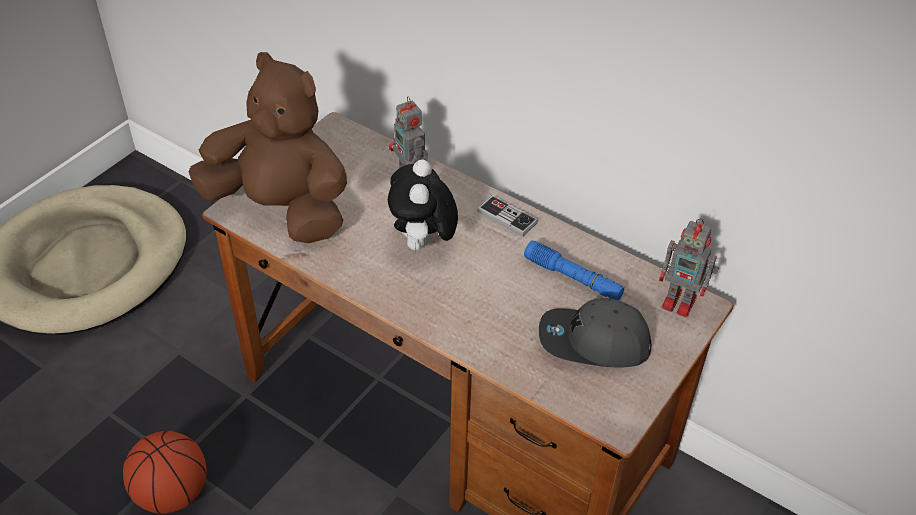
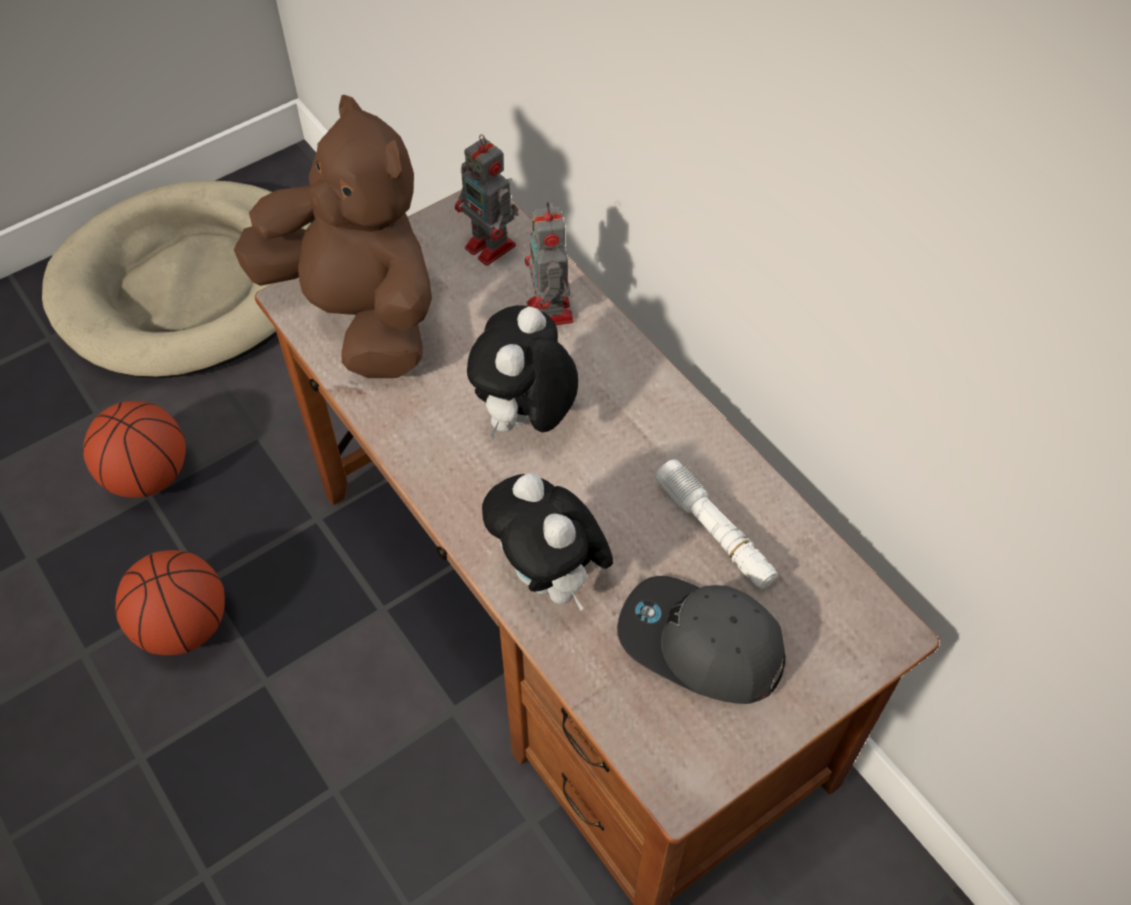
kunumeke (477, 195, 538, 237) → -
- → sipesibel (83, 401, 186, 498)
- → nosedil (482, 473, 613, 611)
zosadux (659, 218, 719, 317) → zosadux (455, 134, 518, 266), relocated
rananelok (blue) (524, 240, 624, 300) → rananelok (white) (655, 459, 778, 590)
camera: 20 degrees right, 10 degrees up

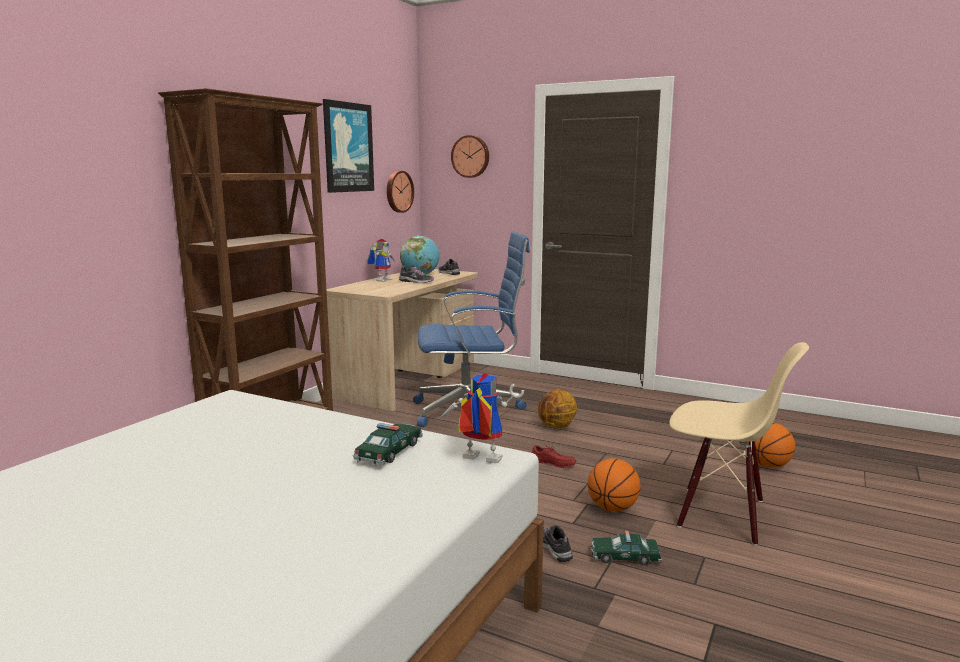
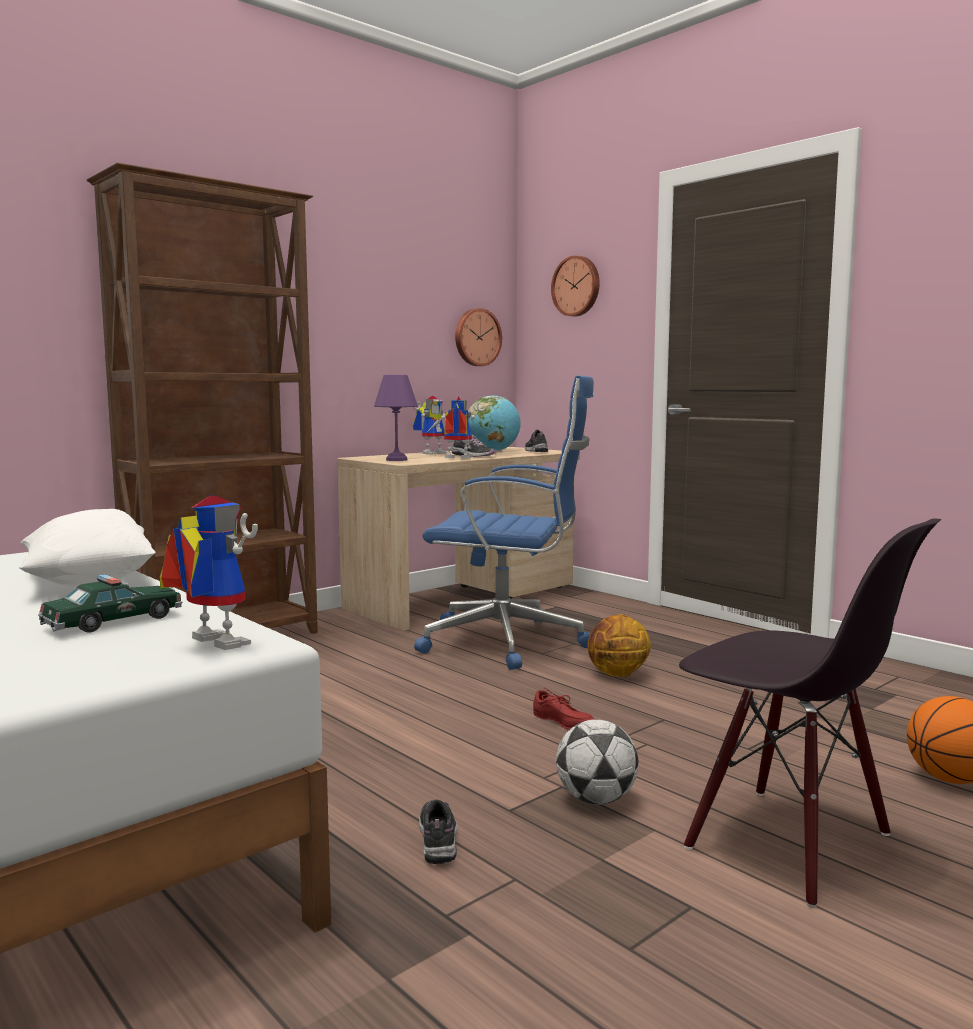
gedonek (323, 99, 374, 193) → -
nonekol (591, 530, 662, 565) → -
- → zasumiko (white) (19, 509, 156, 586)
- → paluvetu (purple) (374, 375, 418, 461)
- → zosadux (426, 396, 487, 458)
sipesibel (588, 458, 641, 512) → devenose (556, 719, 638, 805)
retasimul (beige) (669, 342, 809, 546) → retasimul (black) (679, 519, 941, 908)
camera: 20 degrees right, 5 degrees down

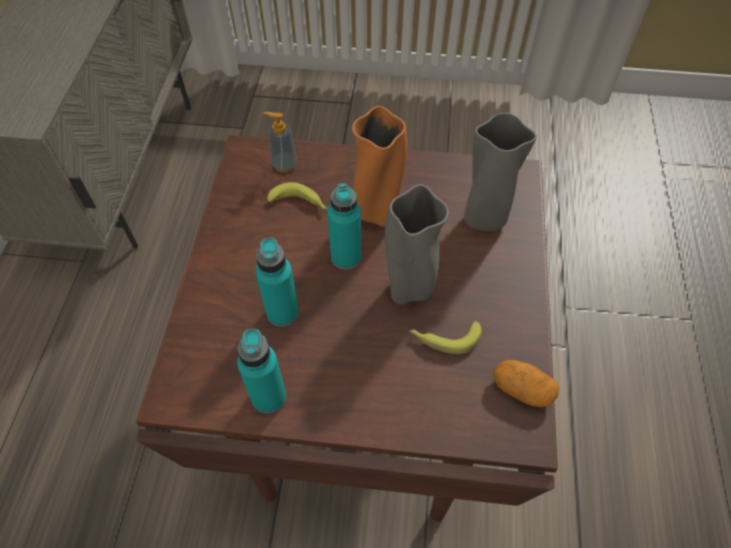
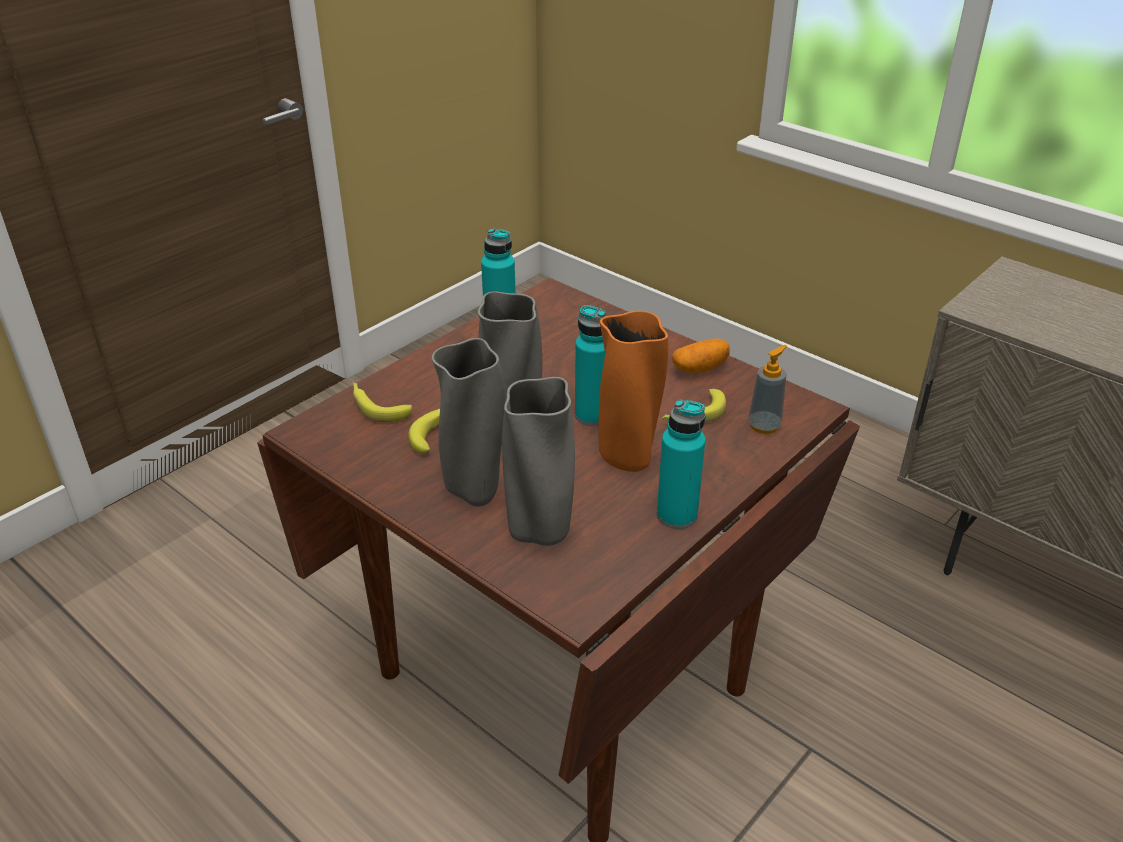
- → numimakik (352, 383, 412, 422)
- → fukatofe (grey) (432, 338, 505, 507)
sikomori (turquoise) (255, 238, 299, 327) → sikomori (turquoise) (657, 399, 705, 529), relocated
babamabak (493, 360, 560, 408) → babamabak (672, 338, 730, 373), relocated
camera: 125 degrees right, 20 degrees down

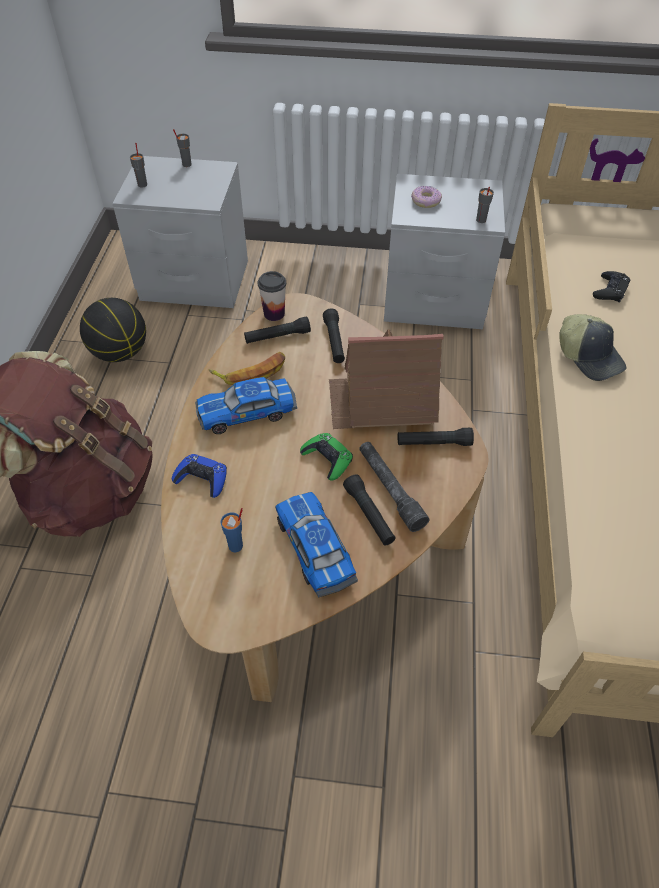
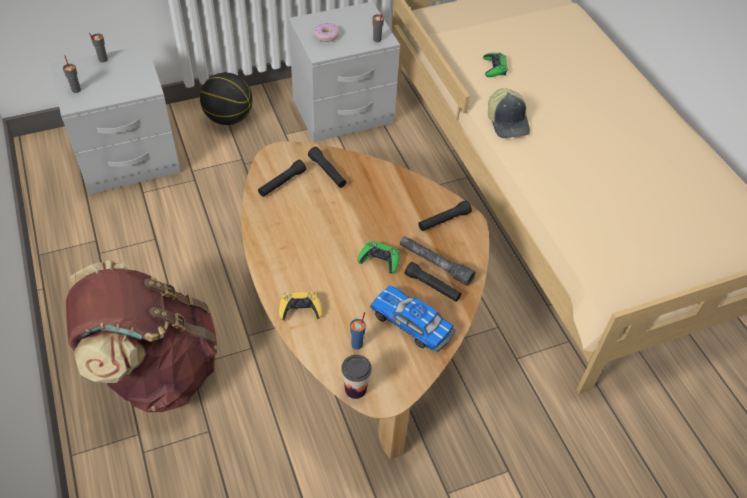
nonekol (195, 377, 297, 434) → -
numimakik (208, 352, 285, 385) → -
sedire (329, 329, 444, 429) → -
sipesibel (80, 298, 146, 362) → sipesibel (200, 72, 252, 125), relocated
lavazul (258, 271, 286, 321) → lavazul (341, 355, 372, 399), relocated
kunumeke (blue) (172, 454, 227, 498) → kunumeke (yellow) (279, 292, 322, 321)
kunumeke (black) (593, 271, 630, 303) → kunumeke (green) (483, 53, 508, 77)
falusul (559, 314, 627, 381) → falusul (488, 88, 530, 138), 45 degrees clockwise
camera: 30 degrees left, 0 degrees up

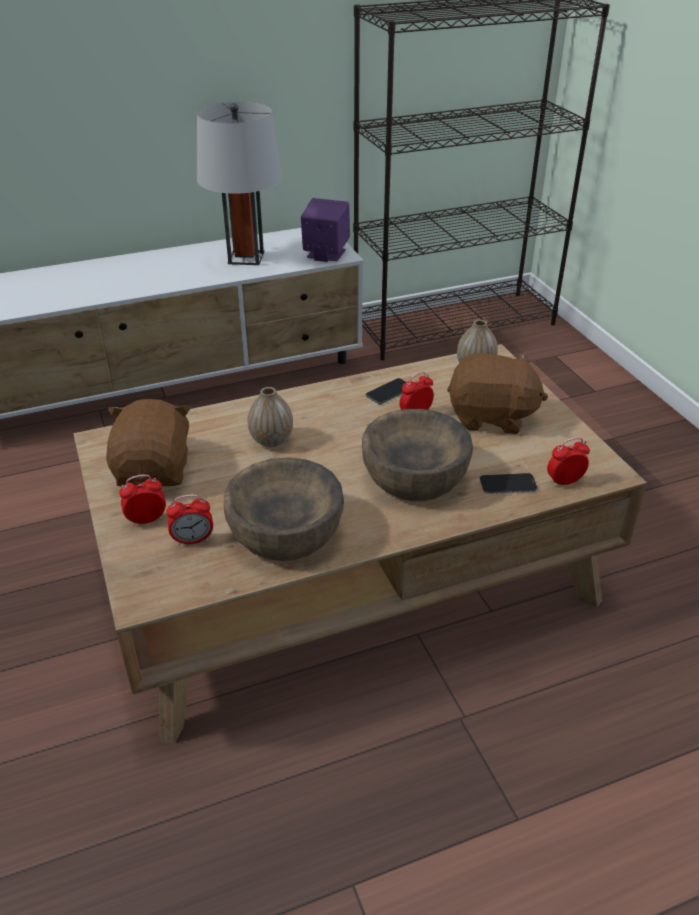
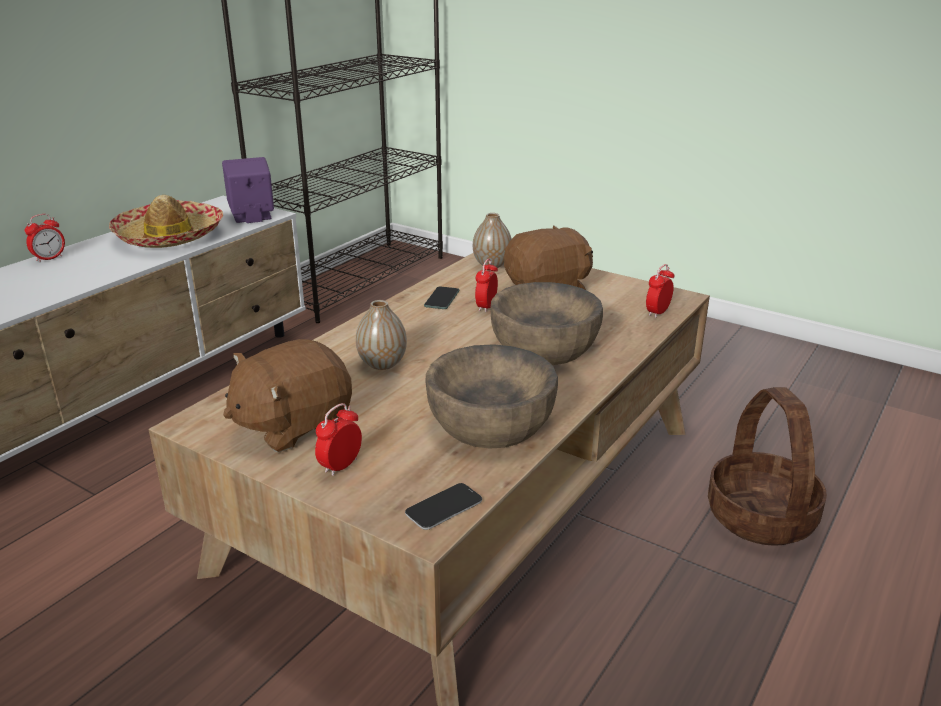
- → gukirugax (708, 387, 827, 546)
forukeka (166, 494, 213, 546) → forukeka (25, 214, 65, 263), relocated
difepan (480, 473, 537, 494) → difepan (405, 483, 482, 530), relocated
paluvetu (grey) (197, 102, 282, 265) → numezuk (109, 195, 223, 248)
nosedil (brown) (106, 399, 191, 487) → nosedil (brown) (223, 339, 352, 452), 90 degrees counterclockwise
camera: 35 degrees left, 10 degrees down

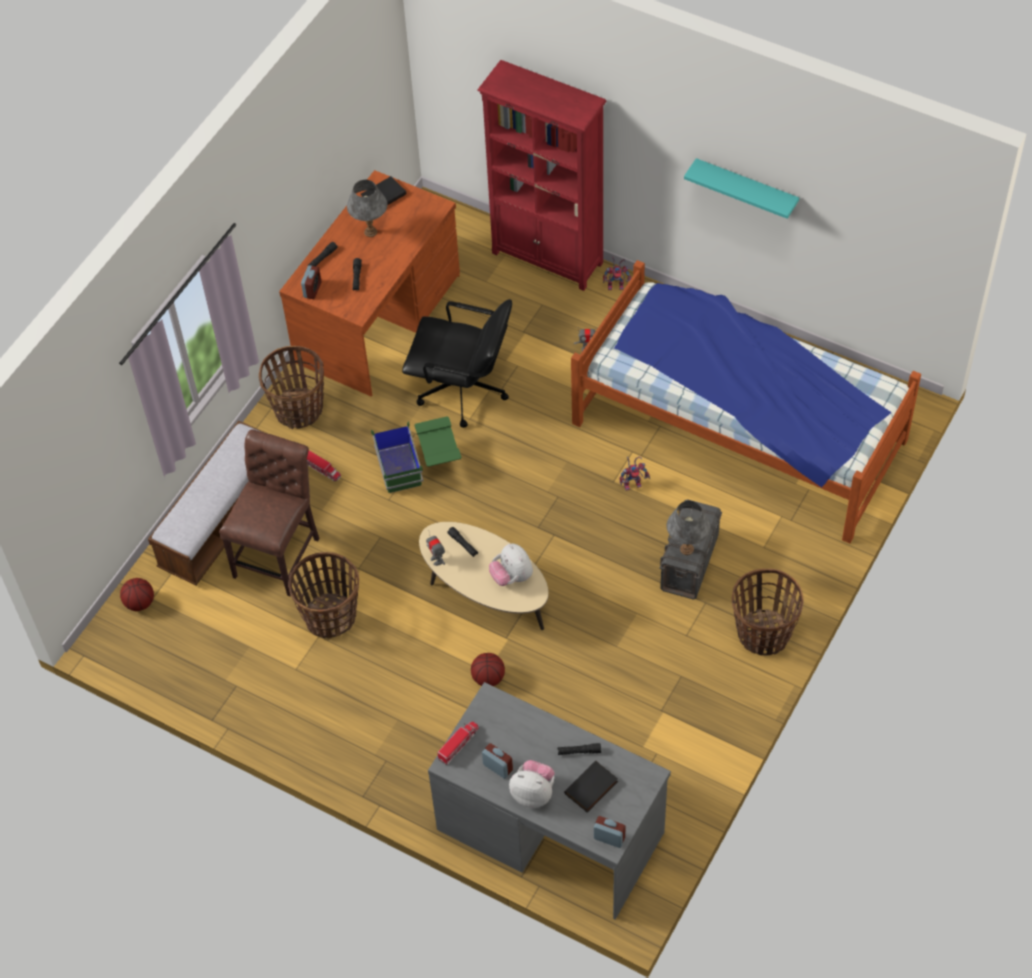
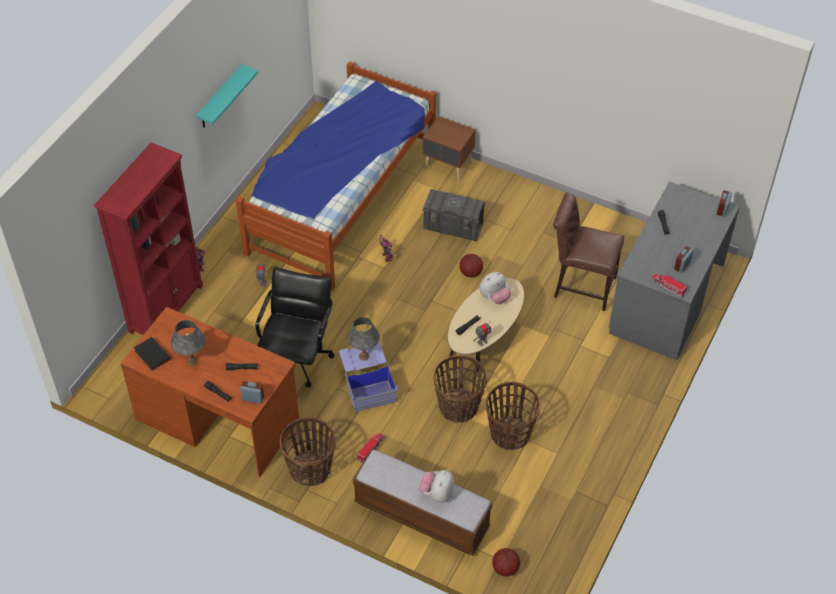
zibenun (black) (564, 760, 618, 813) → -
- → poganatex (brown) (422, 116, 476, 181)
retasimul (brown) (219, 429, 320, 596) → retasimul (brown) (553, 192, 624, 311), relocated
sipesibel (471, 653, 505, 686) → sipesibel (459, 254, 483, 277), relocated
nosedil (509, 760, 555, 808) → nosedil (419, 470, 454, 503), relocated
paluvetu (grey) (667, 501, 710, 555) → paluvetu (grey) (347, 317, 380, 361), relocated
gukirugax (732, 569, 804, 656) → gukirugax (433, 355, 487, 423), relocated
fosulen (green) (371, 416, 461, 493) → fosulen (blue) (339, 342, 398, 412)
camera: 95 degrees left, 5 degrees down

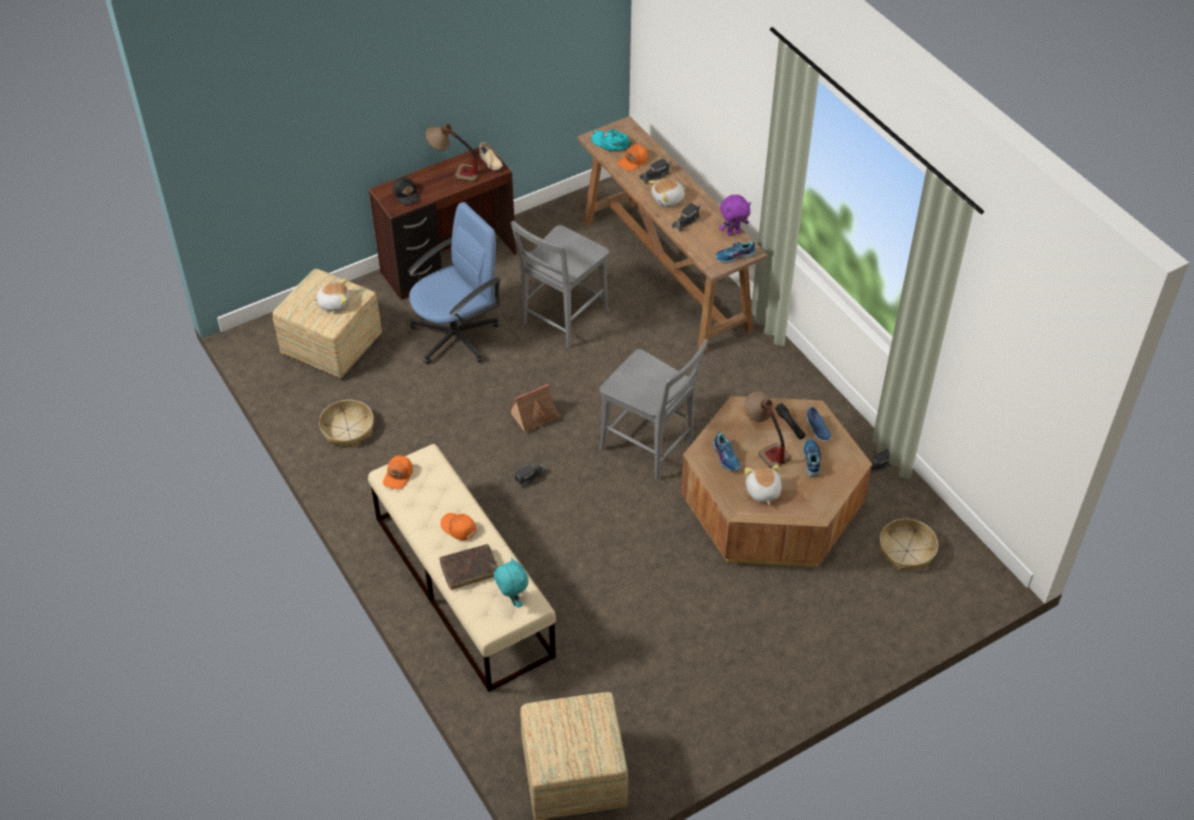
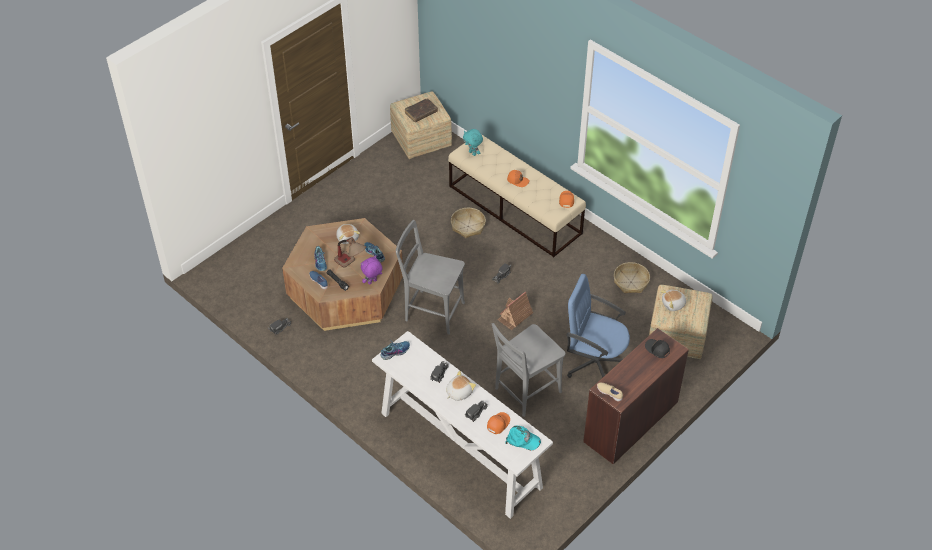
paluvetu (425, 124, 481, 182) → -
zibenun (brown) (439, 544, 498, 590) → zibenun (brown) (404, 98, 438, 122), relocated
nosedil (purple) (719, 195, 751, 236) → nosedil (purple) (361, 256, 382, 285), relocated
gukirugax (880, 519, 938, 571) → gukirugax (451, 208, 486, 238), relocated
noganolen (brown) (578, 116, 767, 353) → noganolen (white) (372, 331, 553, 519)
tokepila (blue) (408, 202, 501, 364) → tokepila (blue) (566, 274, 630, 378), 75 degrees clockwise
retasimul (grey) (511, 221, 609, 348) → retasimul (grey) (492, 323, 565, 417), 150 degrees counterclockwise
camera: 165 degrees right, 0 degrees up

